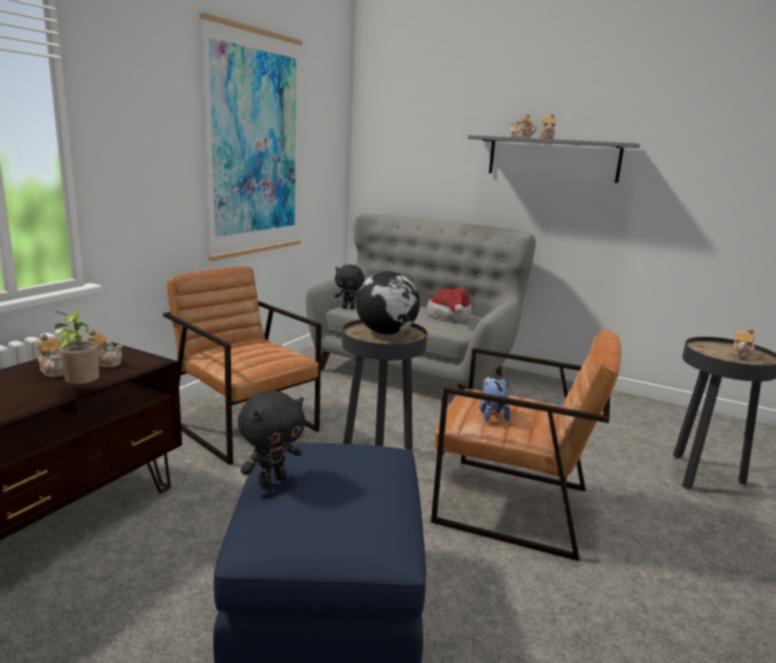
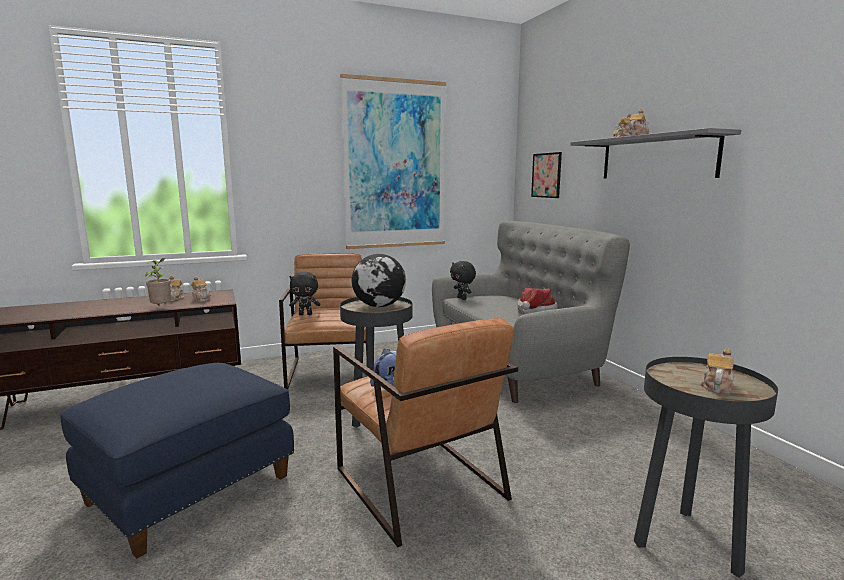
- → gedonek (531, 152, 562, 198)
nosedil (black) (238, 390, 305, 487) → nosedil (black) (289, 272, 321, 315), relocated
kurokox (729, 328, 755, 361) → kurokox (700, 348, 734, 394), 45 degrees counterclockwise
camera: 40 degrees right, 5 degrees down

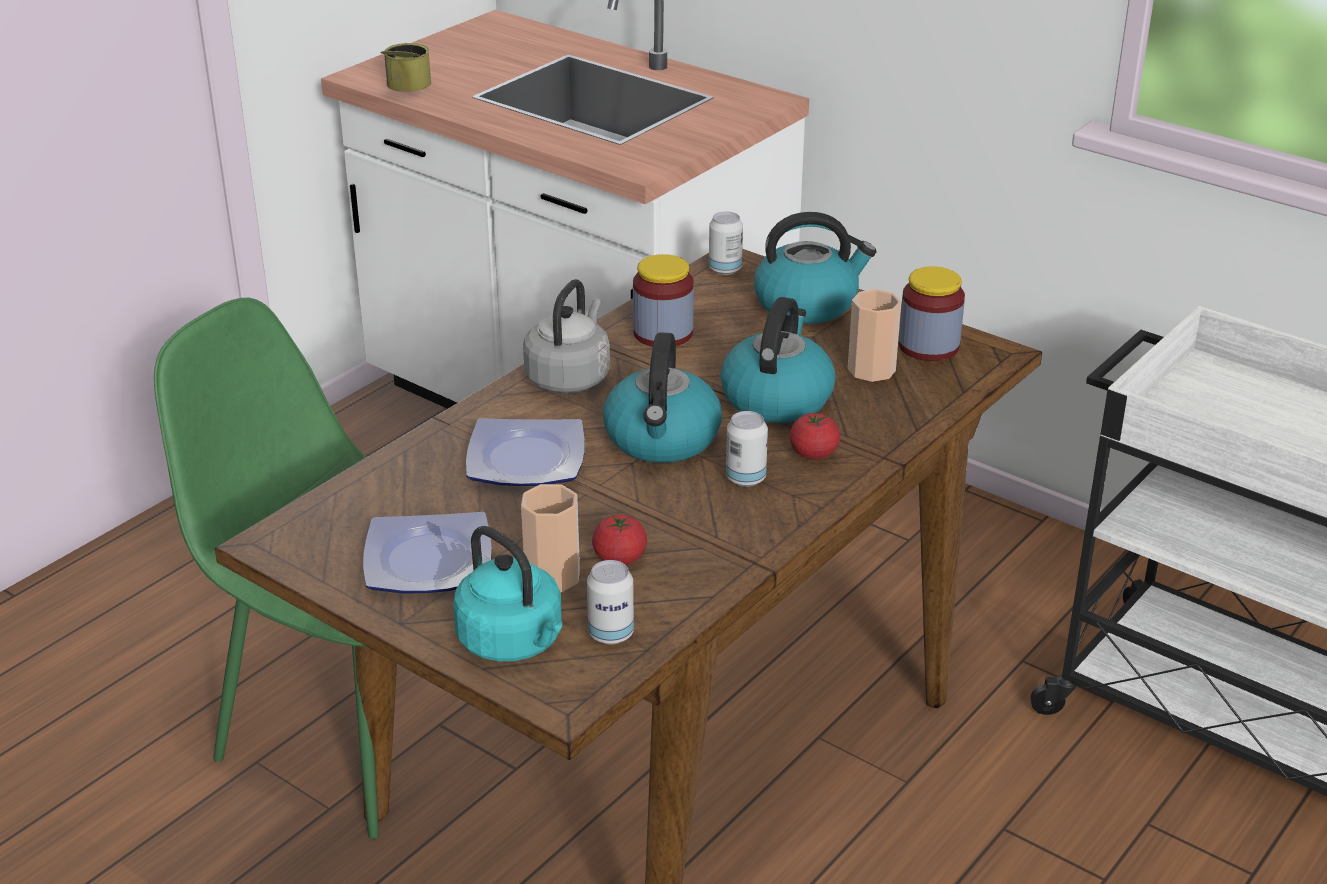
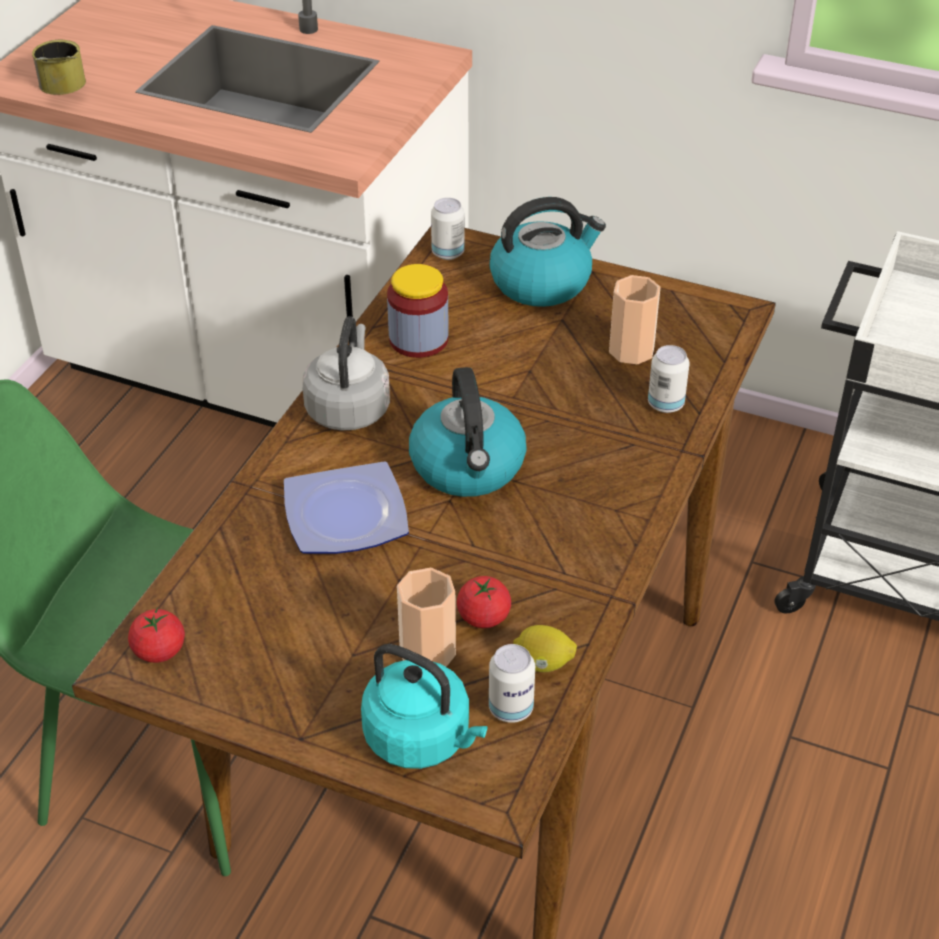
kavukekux (363, 512, 492, 594) → -
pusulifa (720, 297, 836, 423) → -
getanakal (899, 266, 965, 361) → -
- → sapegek (513, 625, 577, 672)
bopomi (726, 411, 768, 487) → bopomi (648, 345, 690, 413), relocated
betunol (790, 412, 840, 460) → betunol (128, 607, 185, 663), relocated
camera: 15 degrees left, 10 degrees up

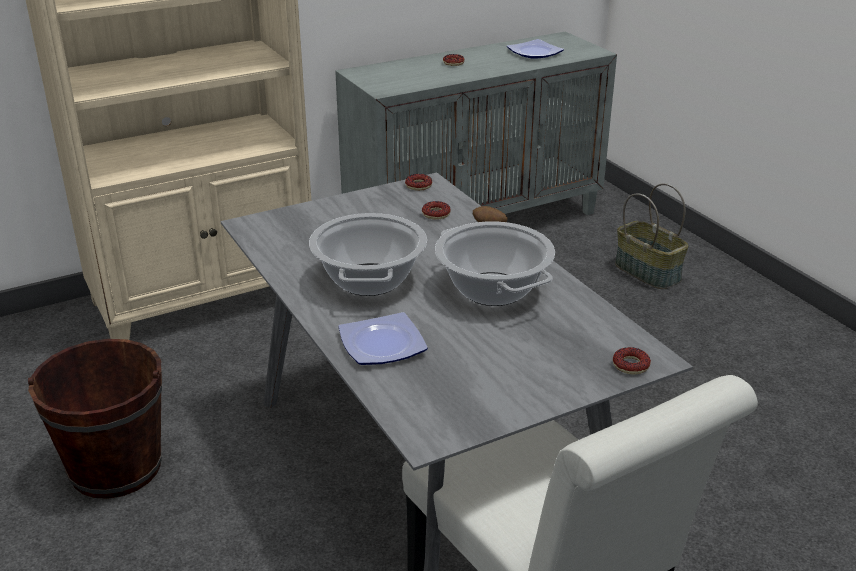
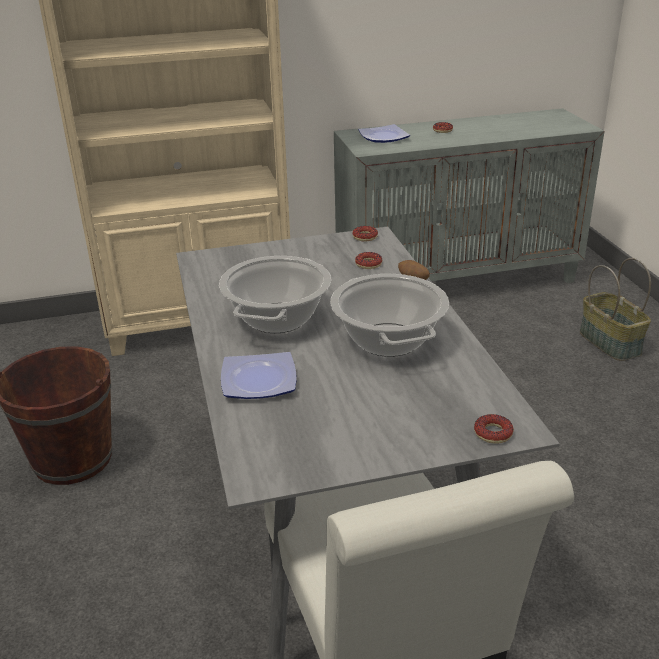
kavukekux (507, 39, 564, 59) → kavukekux (358, 124, 410, 143), relocated
camera: 15 degrees right, 0 degrees up

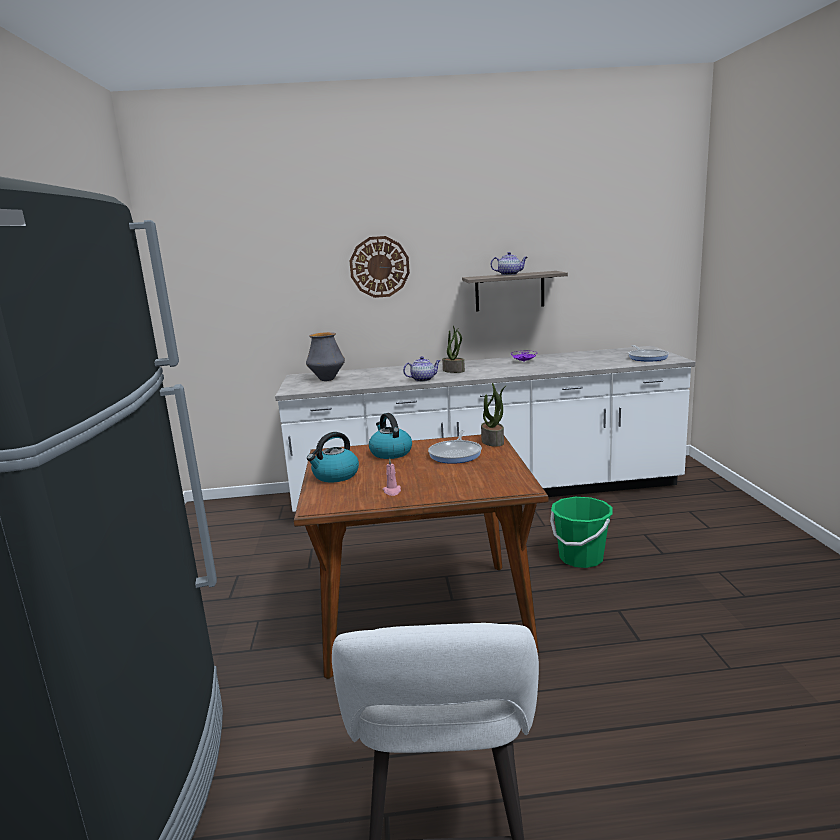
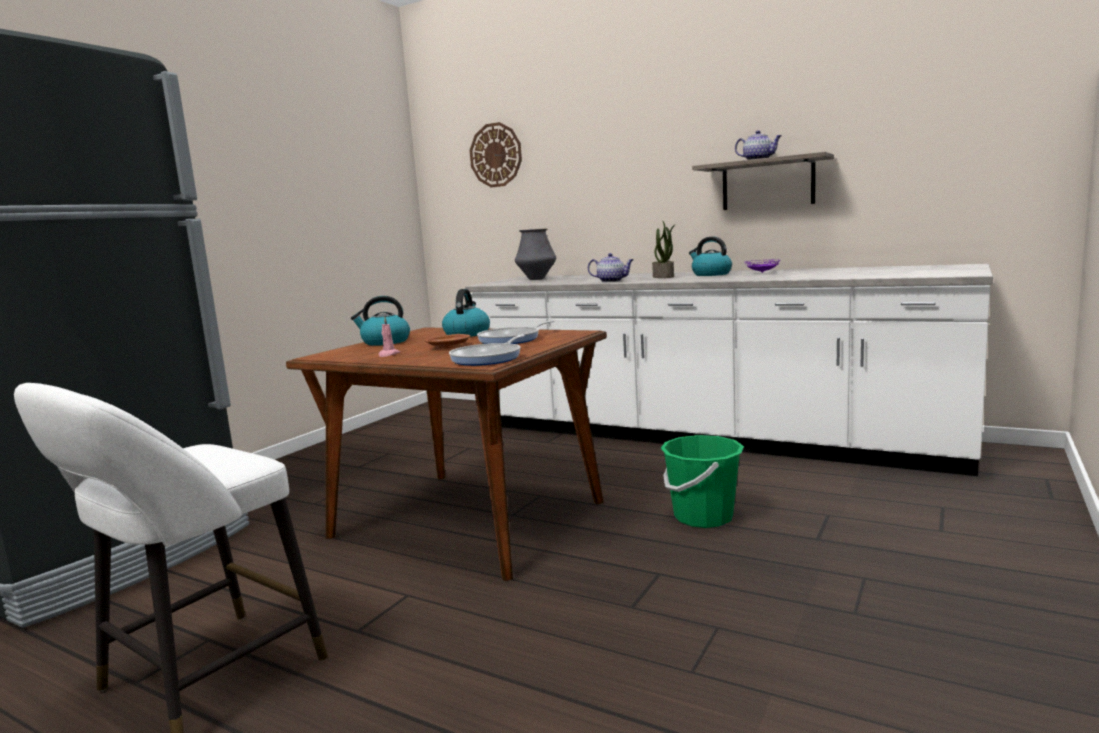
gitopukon (481, 383, 507, 447) → -
- → kavukekux (brown) (424, 334, 470, 348)
- → pusulifa (689, 237, 732, 276)
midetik (350, 236, 410, 298) → midetik (470, 122, 522, 187), relocated
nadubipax (628, 345, 669, 362) → nadubipax (449, 335, 525, 366), relocated
camera: 35 degrees right, 5 degrees down

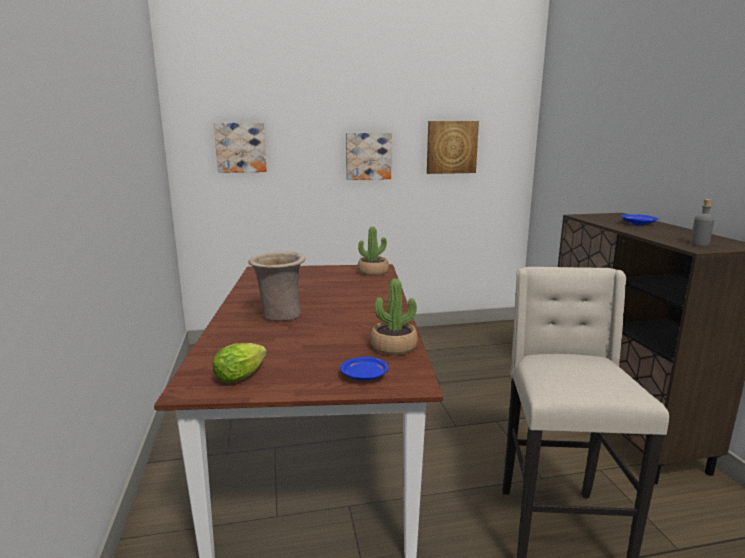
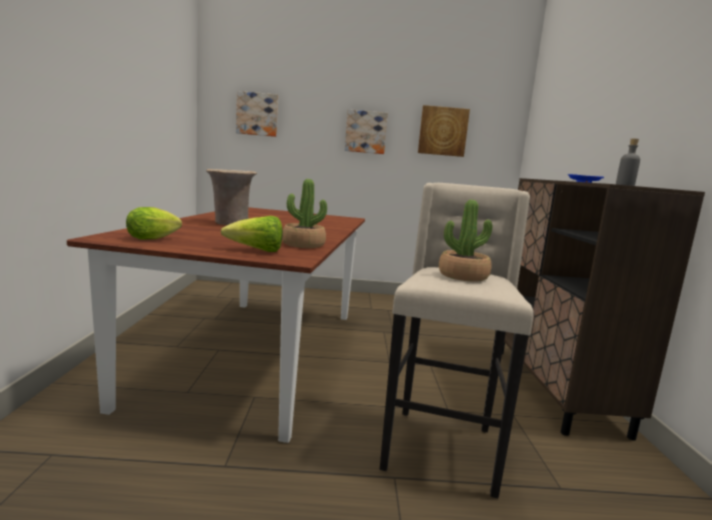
gitopukon (358, 226, 389, 276) → gitopukon (439, 200, 492, 282), relocated
kavukekux (blue) (340, 357, 389, 380) → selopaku (221, 216, 283, 252)
camera: 10 degrees right, 5 degrees down

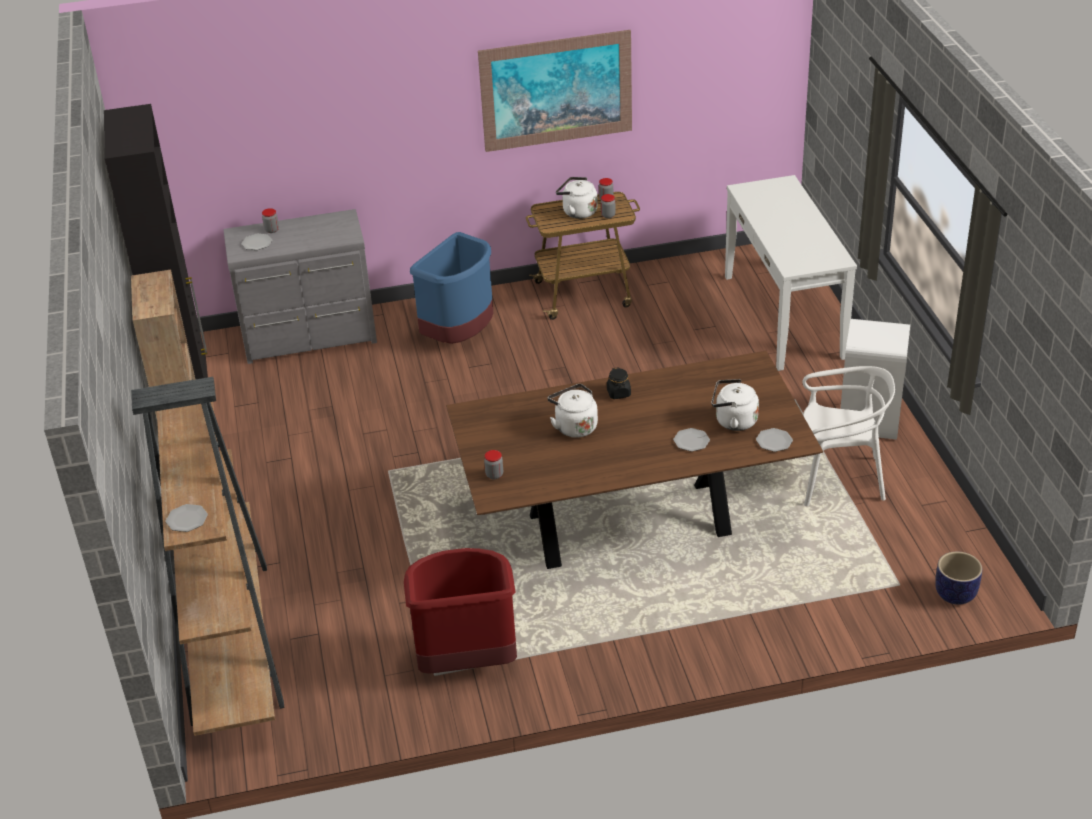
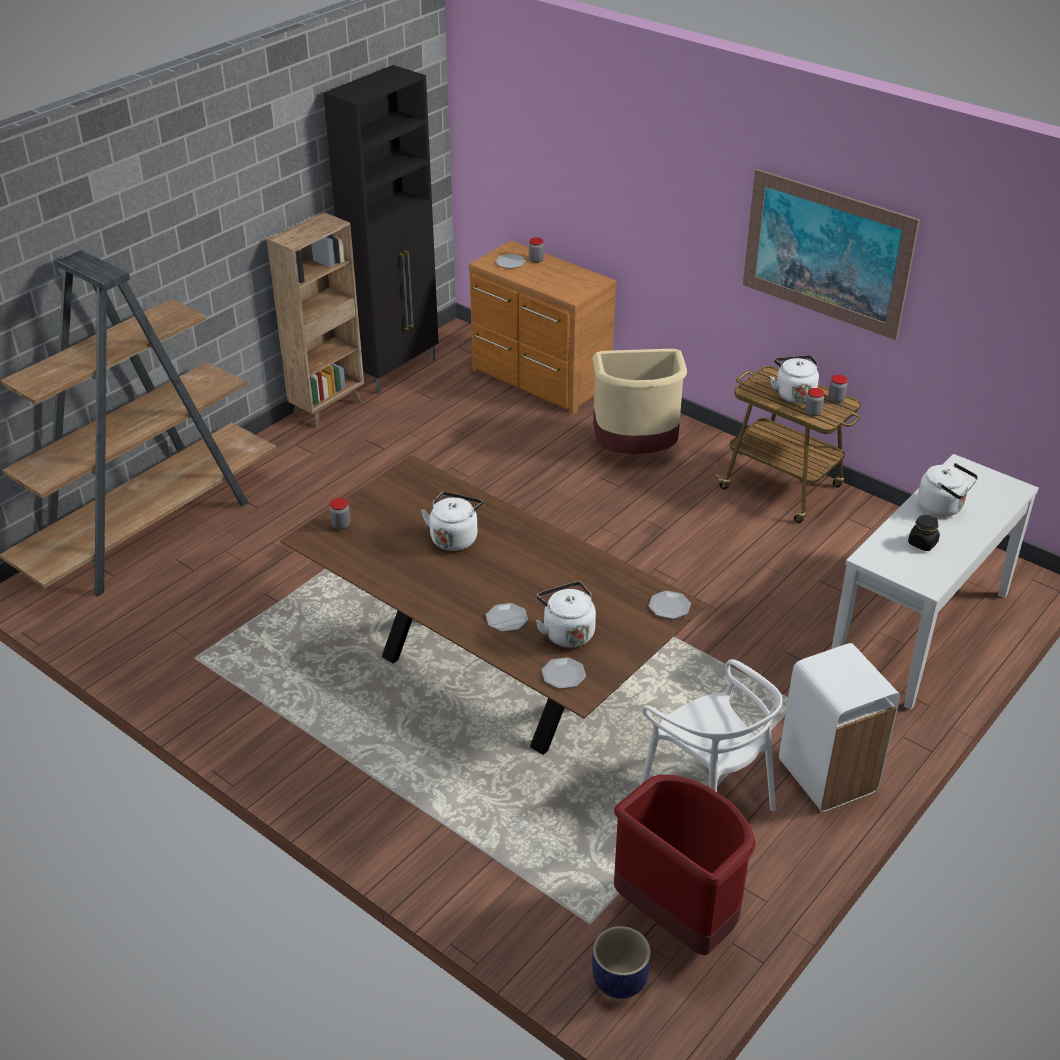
- → pusulifa (white) (918, 463, 978, 517)
kavukekux (166, 504, 208, 532) → kavukekux (649, 591, 691, 619), relocated
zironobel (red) (404, 548, 517, 674) → zironobel (red) (614, 774, 756, 955), relocated
getanakal (black) (607, 367, 631, 399) → getanakal (black) (908, 514, 940, 551), relocated
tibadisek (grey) (223, 209, 377, 364) → tibadisek (brown) (469, 241, 617, 415)
zironobel (blue) (410, 232, 493, 344) → zironobel (beige) (593, 349, 687, 454)
camera: 50 degrees right, 0 degrees up

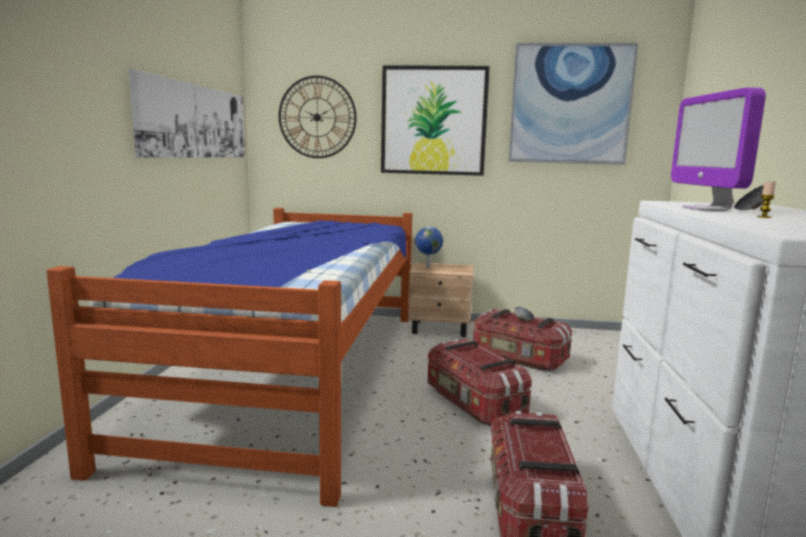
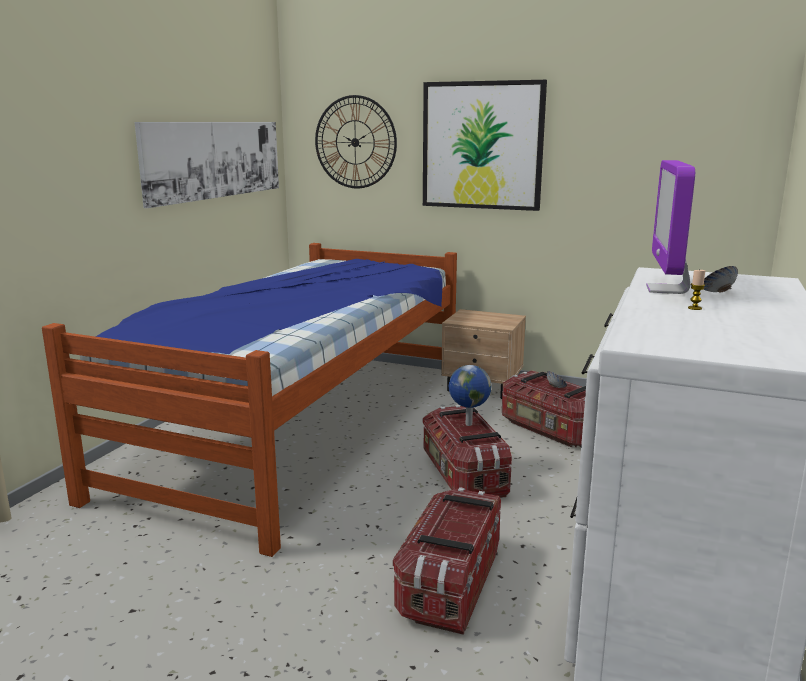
gedonek (509, 43, 638, 165) → -
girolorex (415, 226, 443, 268) → girolorex (449, 365, 491, 426), relocated
camera: 15 degrees right, 5 degrees up

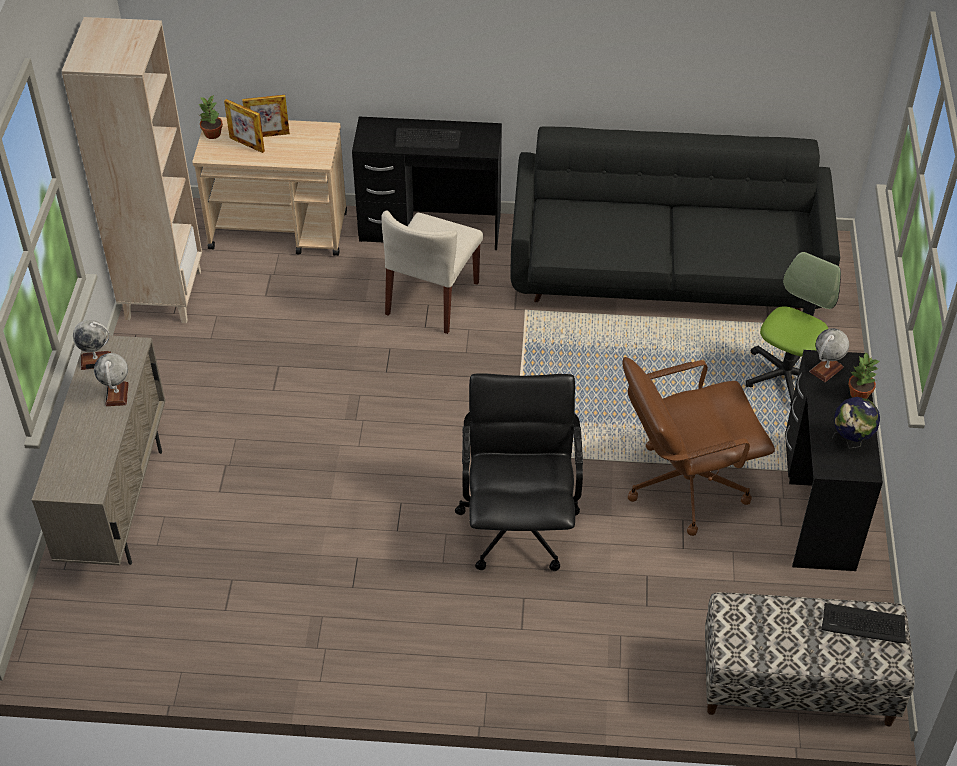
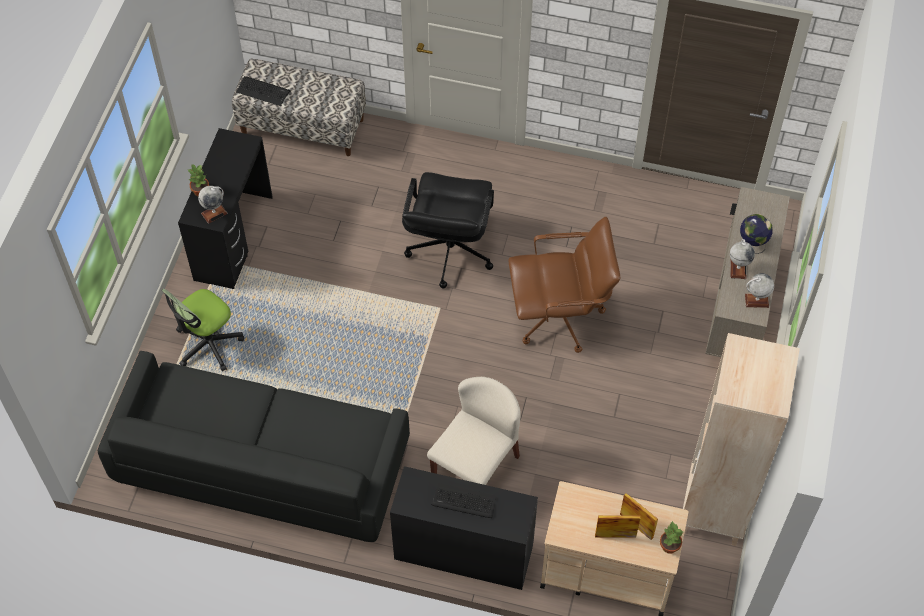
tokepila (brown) (622, 357, 775, 536) → tokepila (brown) (509, 217, 620, 353), relocated
girolorex (832, 397, 880, 449) → girolorex (740, 214, 773, 254), relocated
camera: 170 degrees left, 10 degrees up

